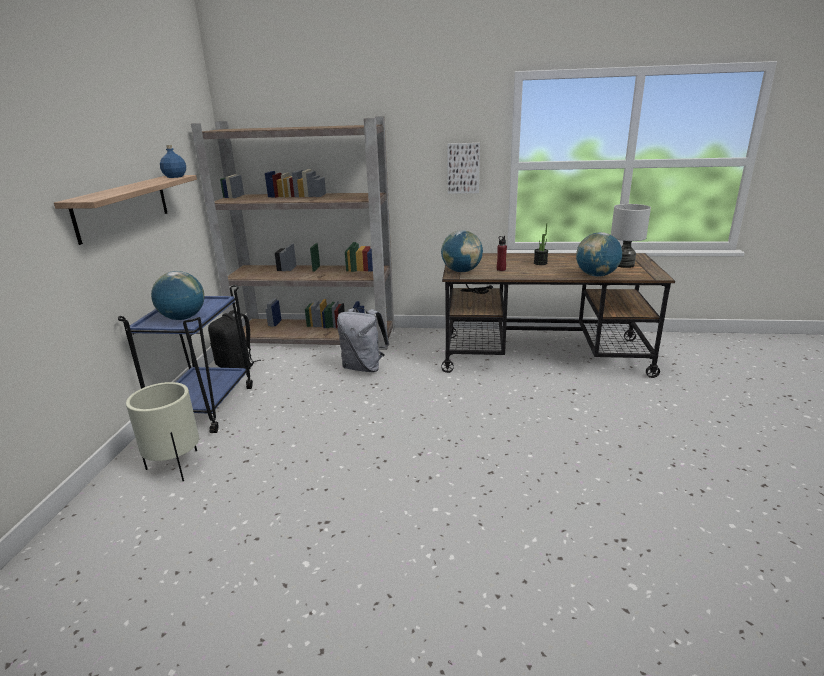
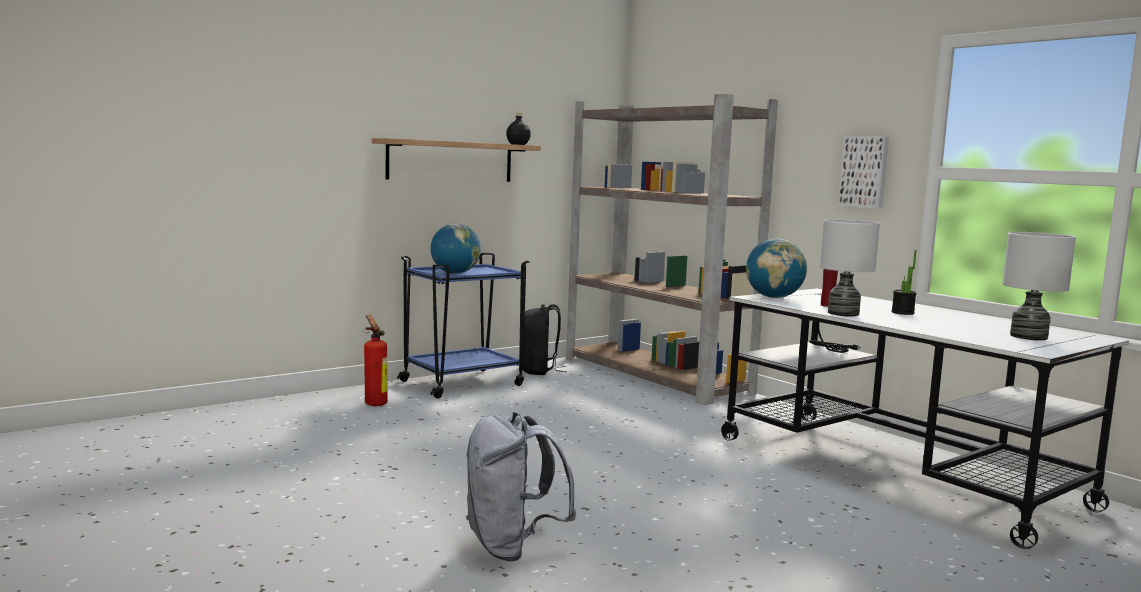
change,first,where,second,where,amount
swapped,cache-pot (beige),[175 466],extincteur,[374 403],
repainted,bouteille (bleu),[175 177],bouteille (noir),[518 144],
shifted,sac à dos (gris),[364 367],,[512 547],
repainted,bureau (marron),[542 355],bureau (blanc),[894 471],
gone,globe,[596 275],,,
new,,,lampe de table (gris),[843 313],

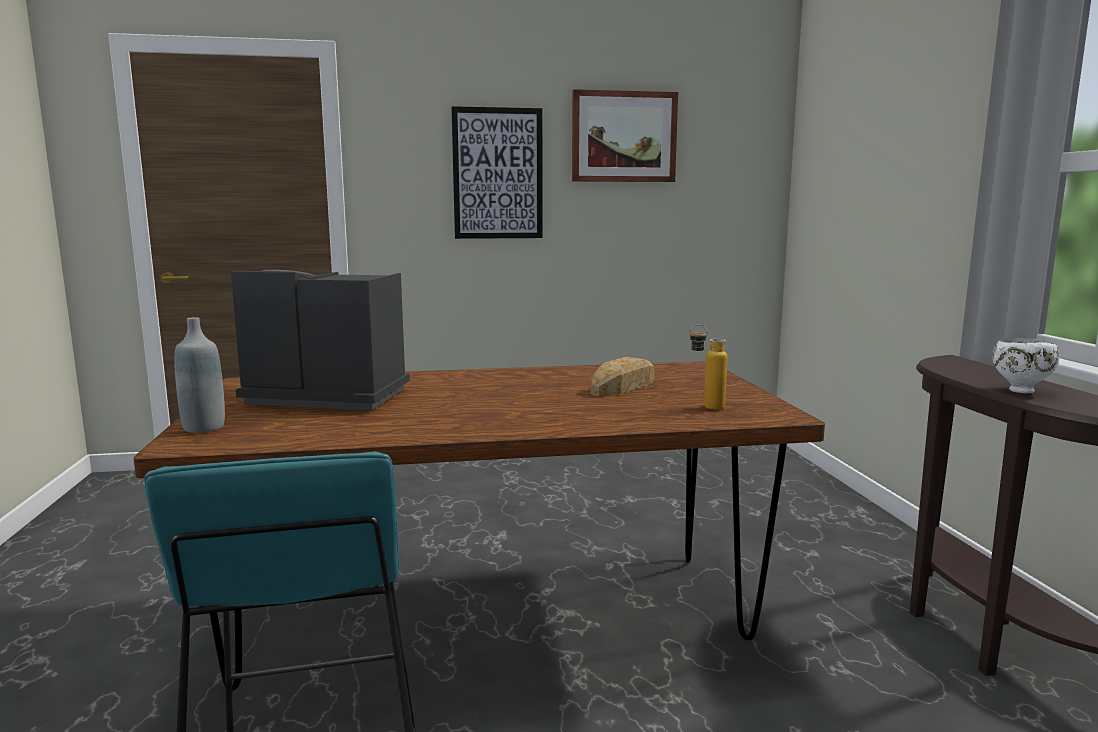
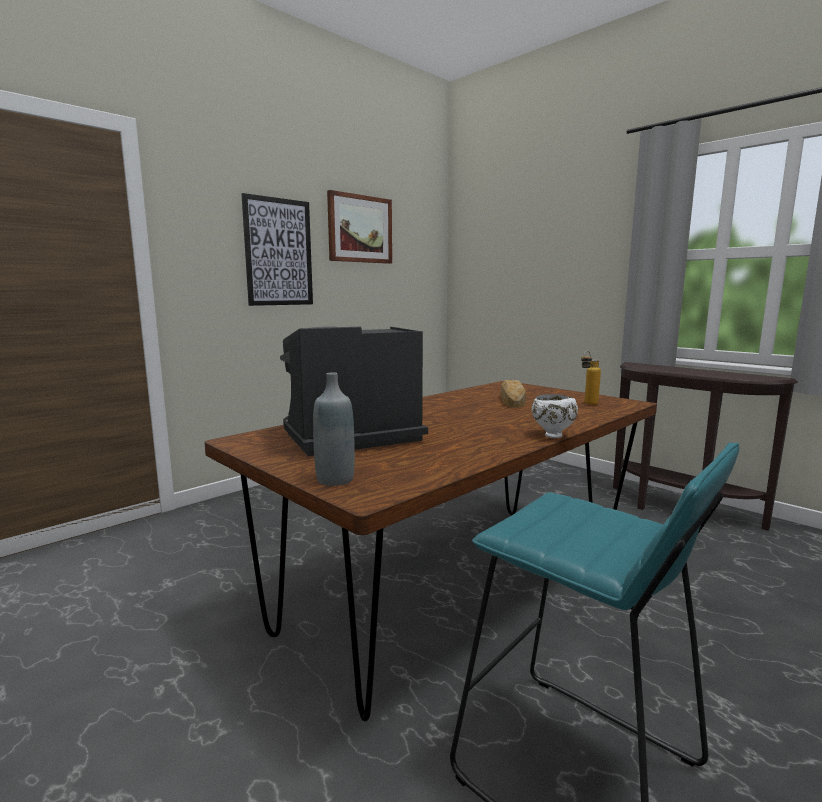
change,first,where,second,where,amount
shifted,bol (blanc),[1019 390],,[552 435],

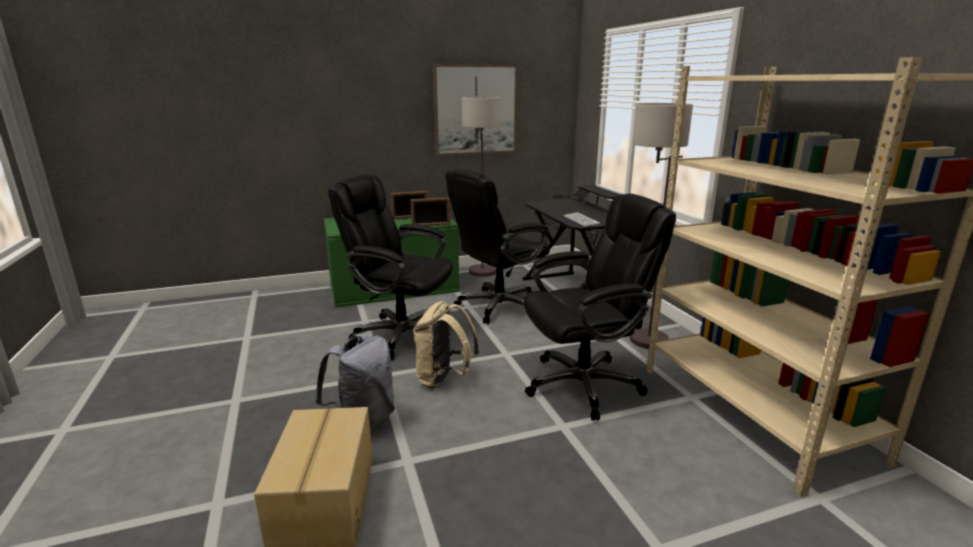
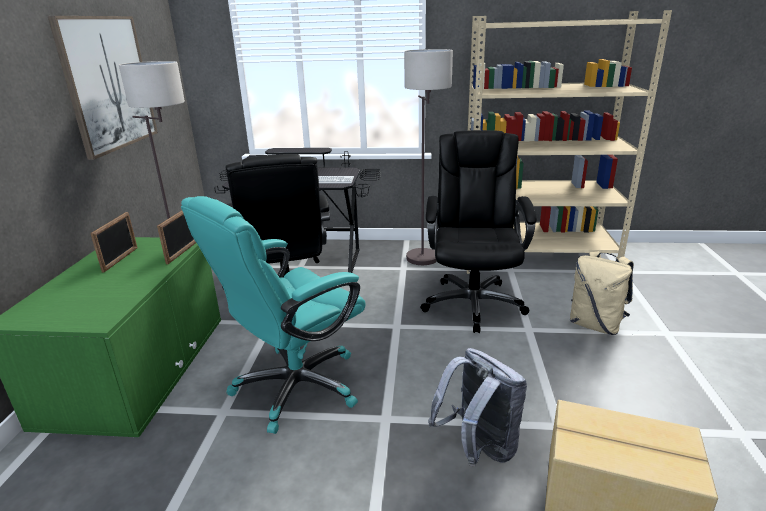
change,first,where,second,where,amount
repainted,chaise de bureau (noir),[401 335],chaise de bureau (turquoise),[297 386],
shifted,sac à dos (beige),[444 379],,[596 325],

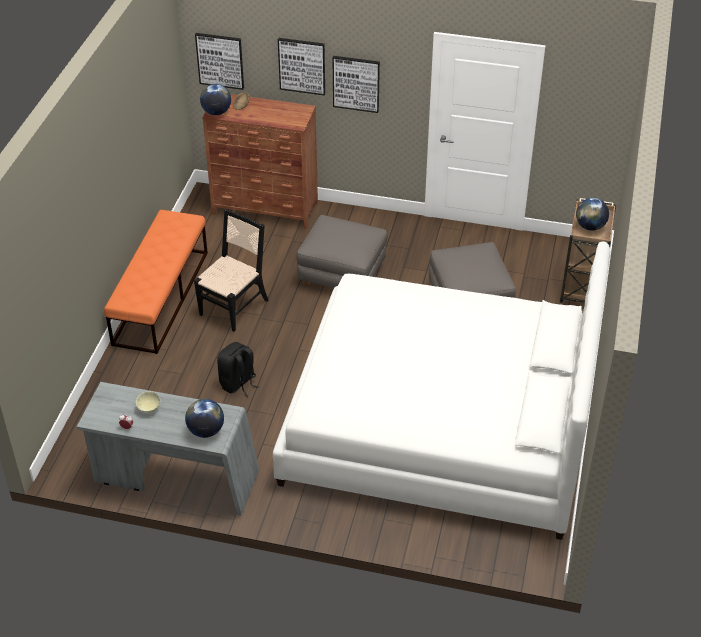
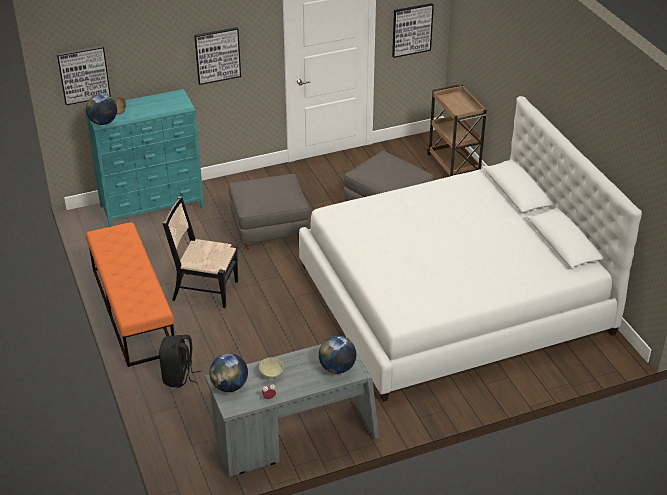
change,first,where,second,where,amount
rotated,chaise,[234 307],,[205 290],75 degrees counterclockwise
repainted,commode (marron),[265 209],commode (turquoise),[152 206],
shifted,sac à dos (noir),[238 383],,[179 377],
shifted,tableau,[302 65],,[412 29],
shifted,globe,[590 227],,[229 386],

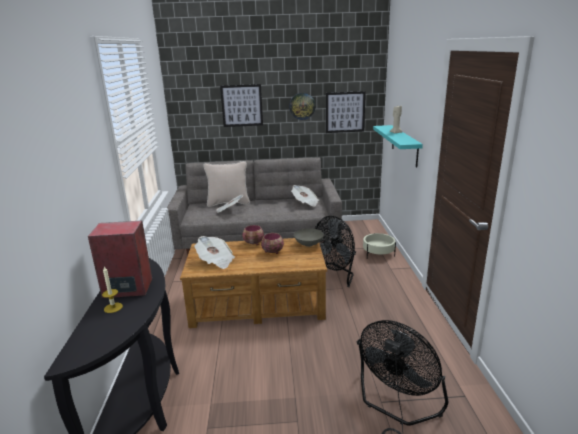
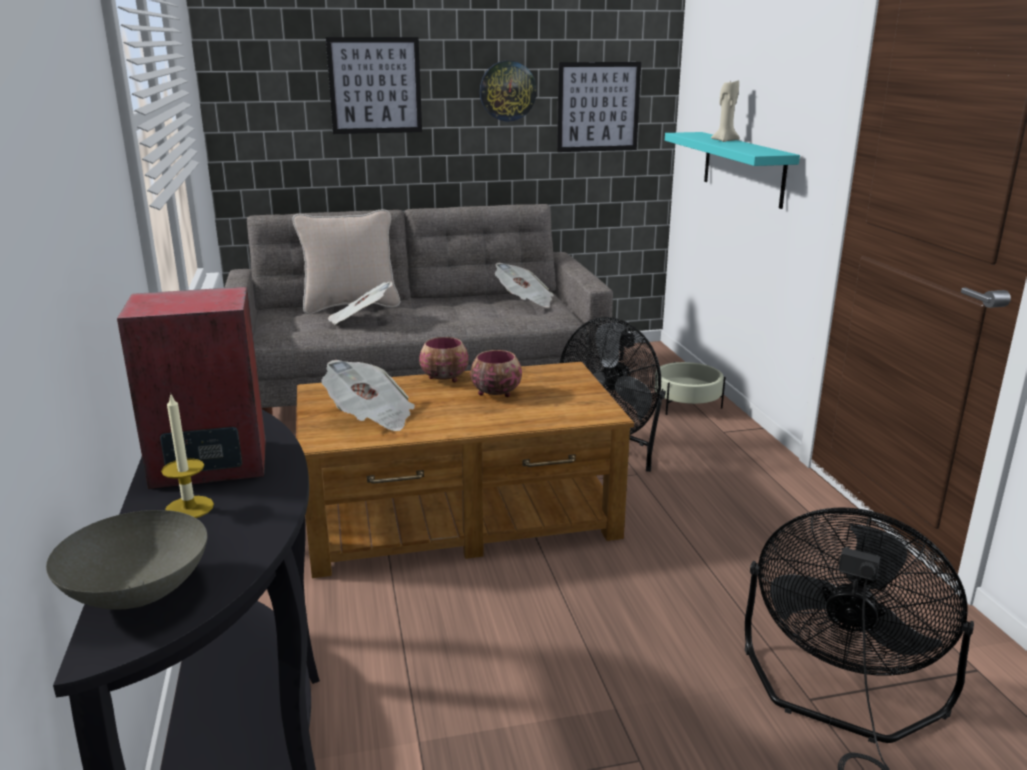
change,first,where,second,where,amount
shifted,bol (gris),[309 244],,[140 595],

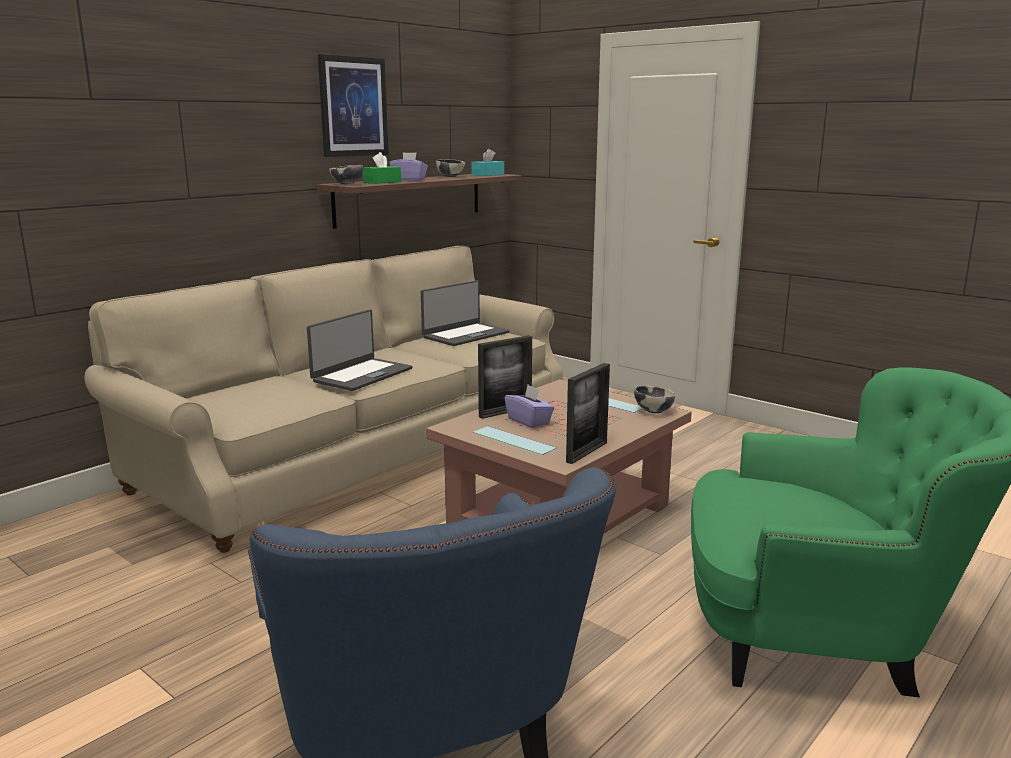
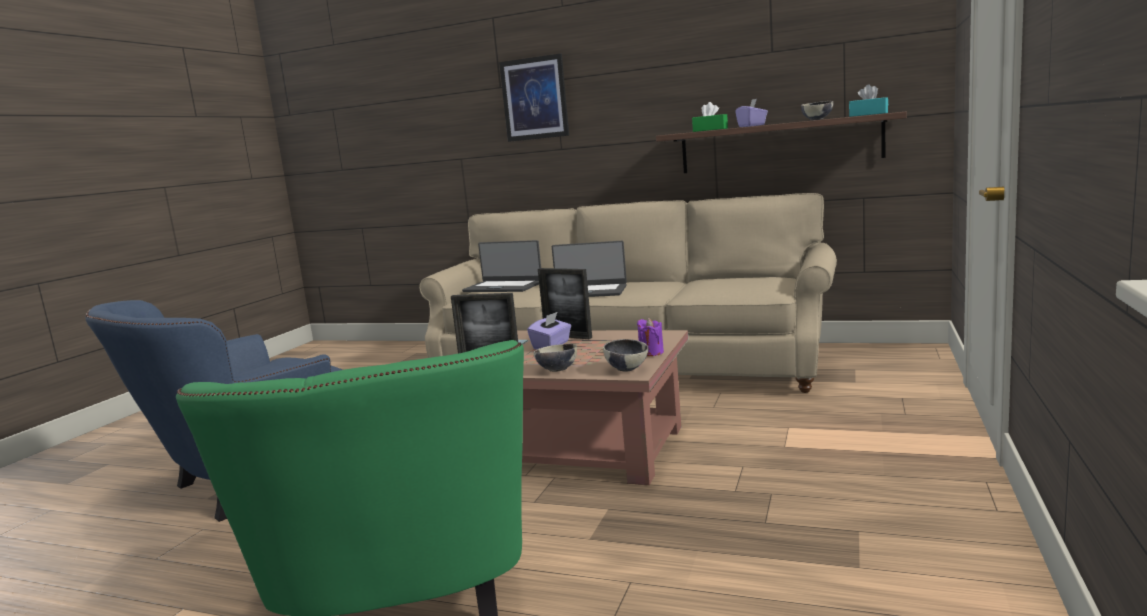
change,first,where,second,where,amount
shifted,tableau,[353 107],,[534 98],
shifted,bol,[347 184],,[557 370],
shifted,ordinateur portable,[465 335],,[503 287],
new,,,bougie (violet),[651 352],

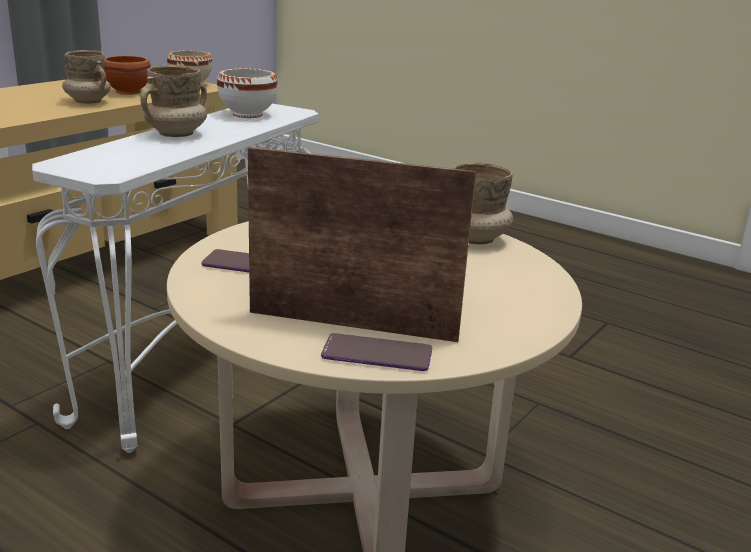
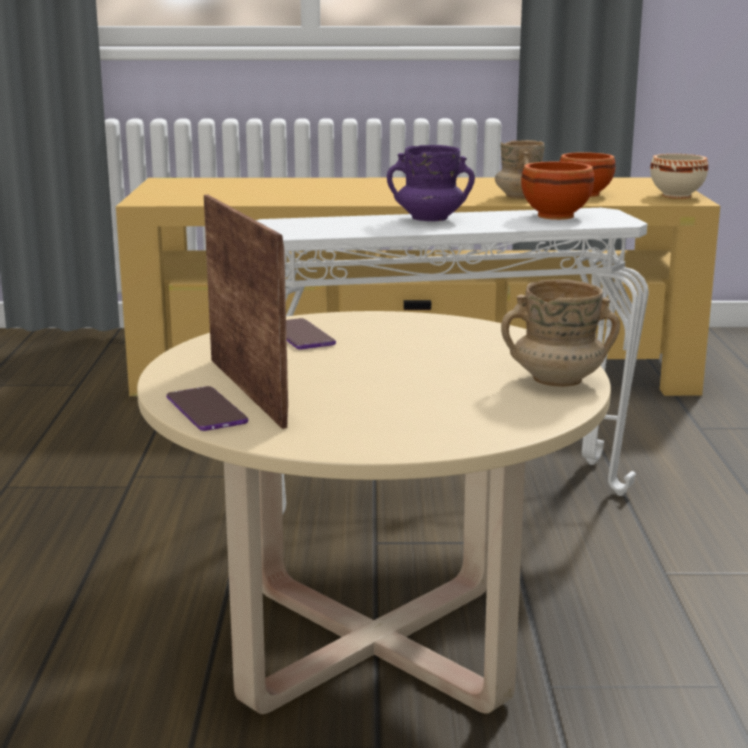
change,first,where,second,where,amount
repainted,mug (beige),[176 134],mug (violet),[429 219],
repainted,bol (blanc),[249 114],bol (marron),[557 216],

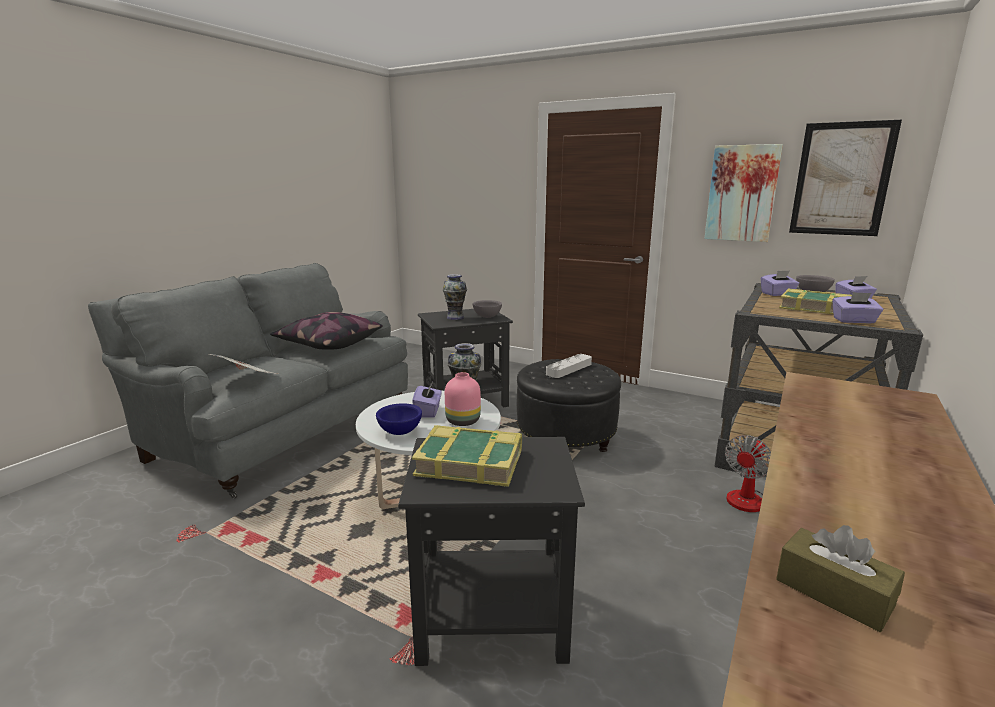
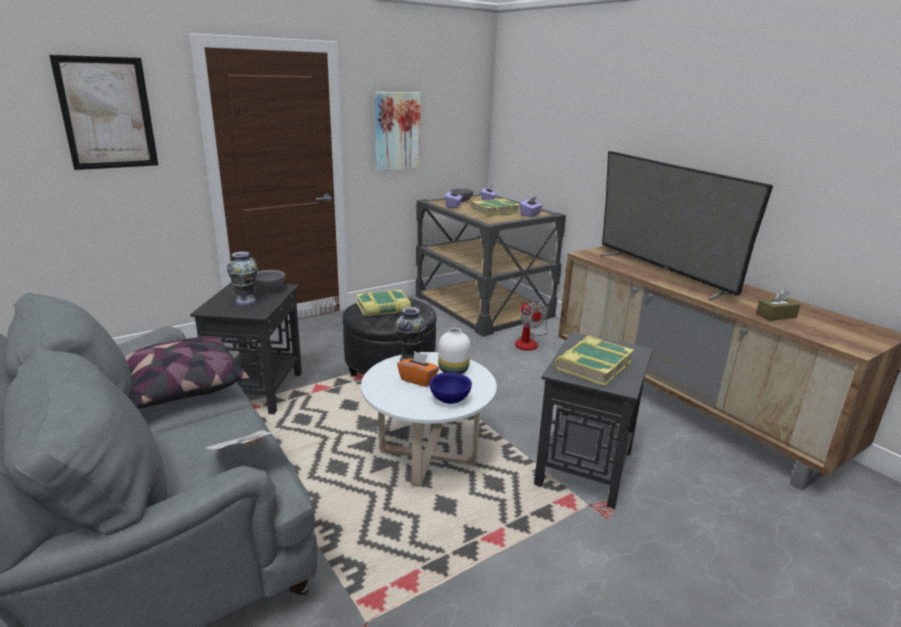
change,first,where,second,where,amount
repainted,boîte à mouchoirs (violet),[428 411],boîte à mouchoirs (orange),[418 380],
repainted,vase (rose),[463 421],vase (blanc),[454 370],
swapped,plateau (gris),[569 369],livre,[383 308],
shifted,tableau,[841 179],,[107 113],
new,,,téléviseur,[662 273],

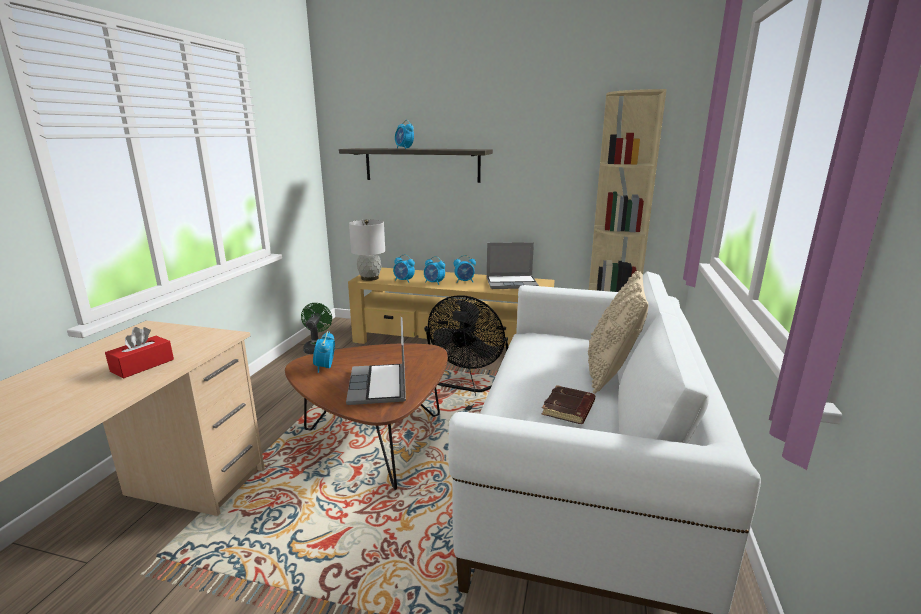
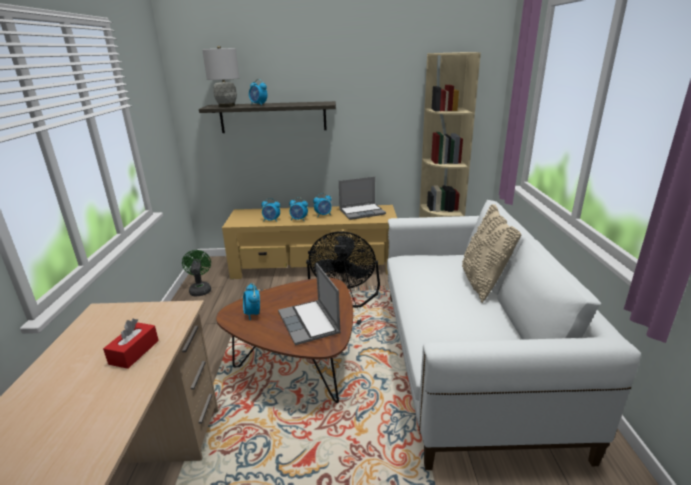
change,first,where,second,where,amount
shifted,lampe de table (blanc),[369 278],,[226 106],
gone,livre (marron),[569 409],,,

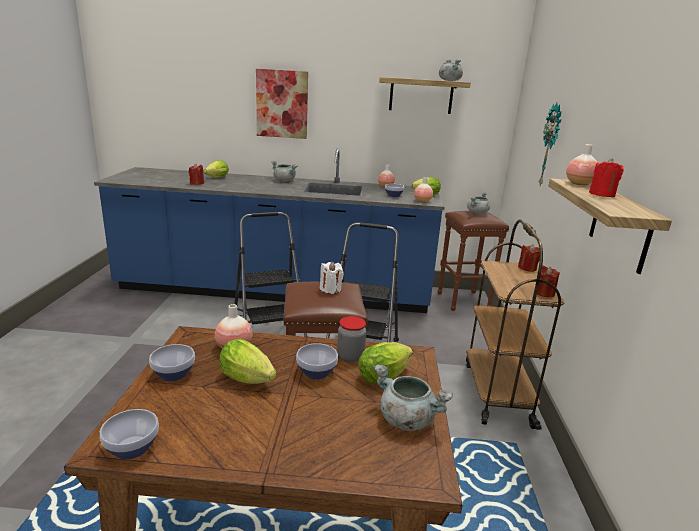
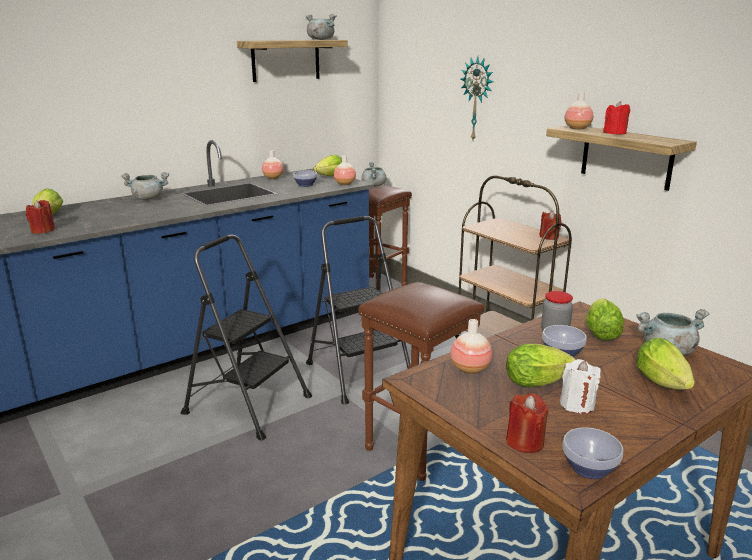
change,first,where,second,where,amount
gone,bol,[174 374],,,
gone,tableau,[282 104],,,
shifted,bougie (blanc),[330 289],,[577 404],
shifted,bougie (rouge),[527 268],,[525 442],
new,,,laitue,[664 385],

